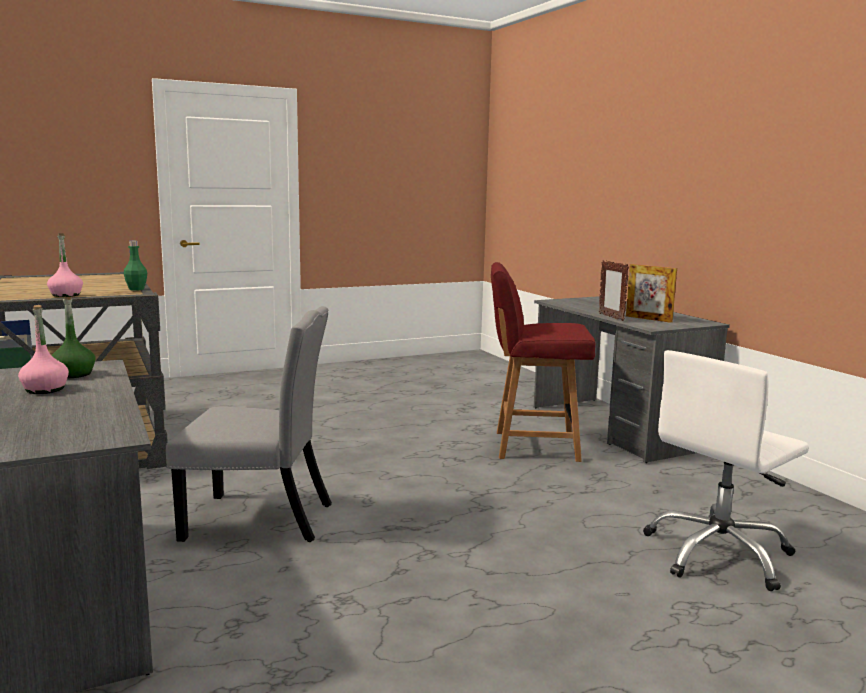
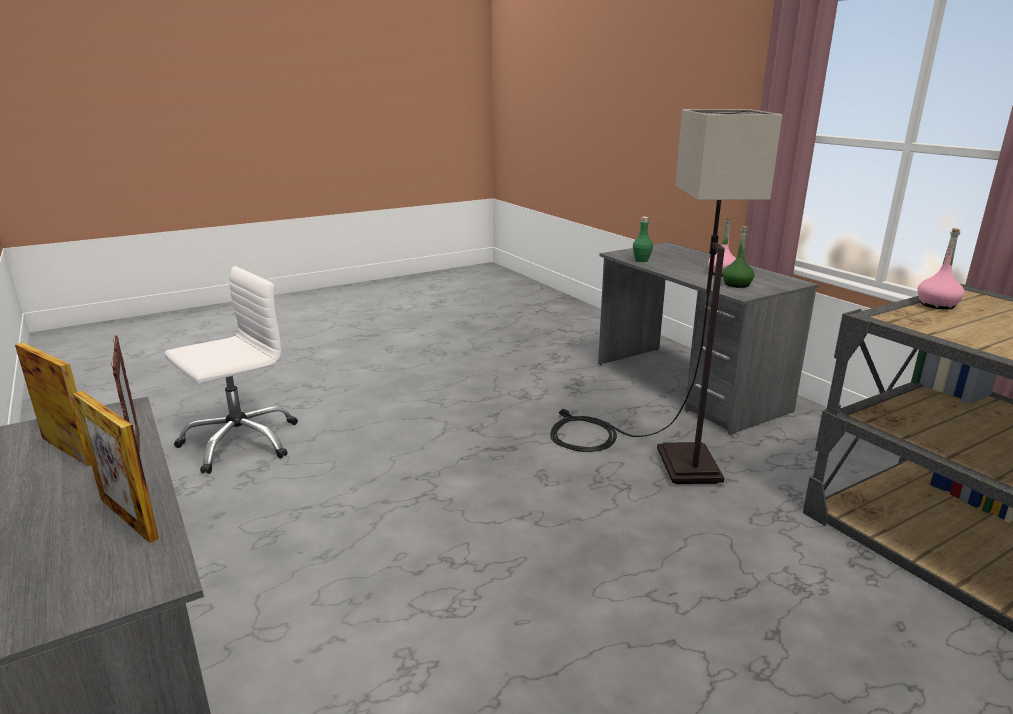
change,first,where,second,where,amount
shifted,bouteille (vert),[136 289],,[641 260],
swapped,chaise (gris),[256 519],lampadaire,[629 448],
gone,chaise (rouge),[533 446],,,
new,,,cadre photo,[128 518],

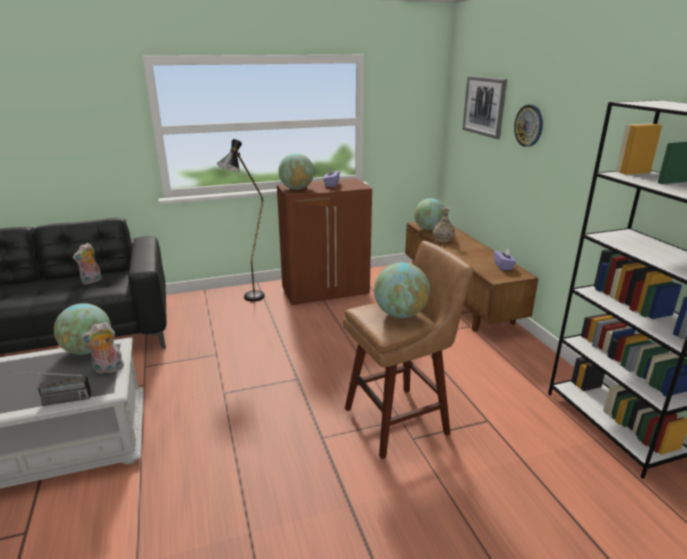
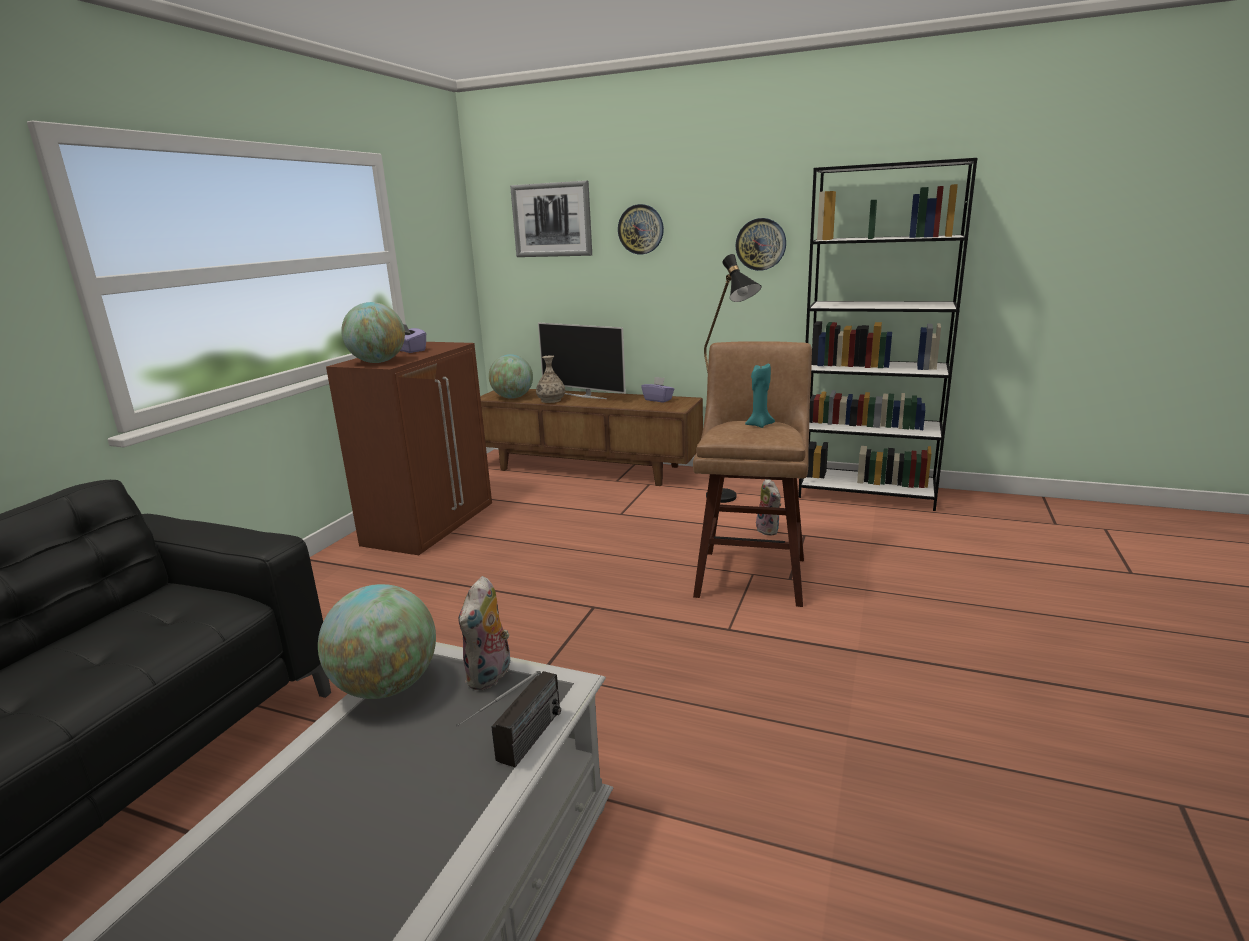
change,first,where,second,where,amount
shifted,peluche,[92 281],,[769 530],
shifted,lampadaire (noir),[250 300],,[728 500],
swapped,globe,[400 314],bougie (turquoise),[759 425],
new,,,téléviseur,[585 396],
new,,,horloge murale,[761 244],

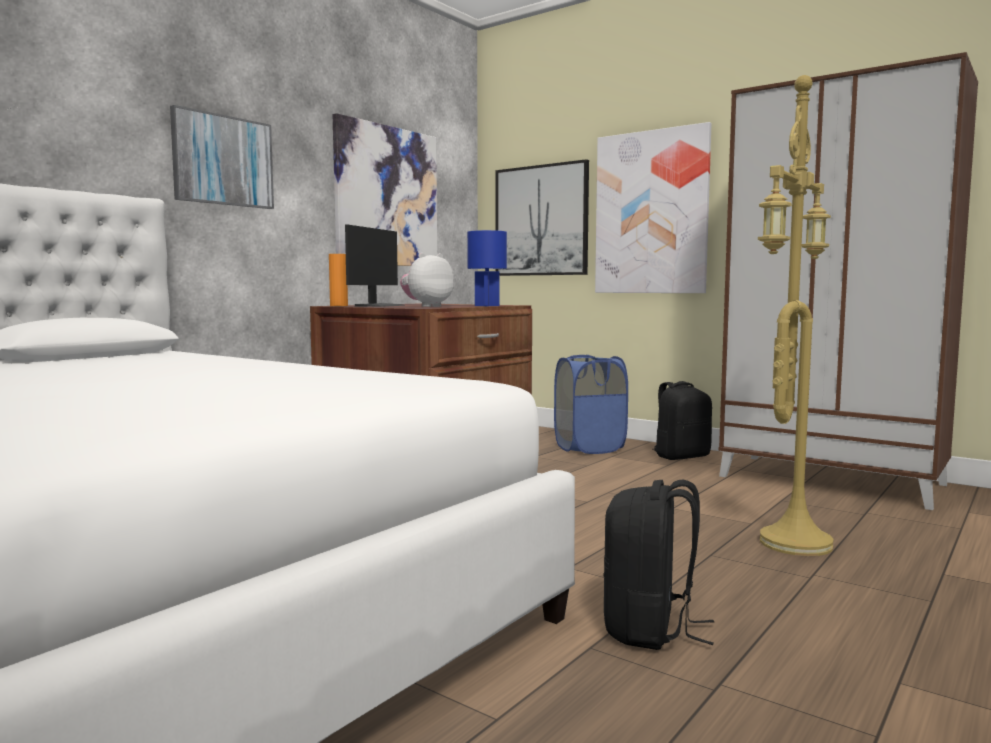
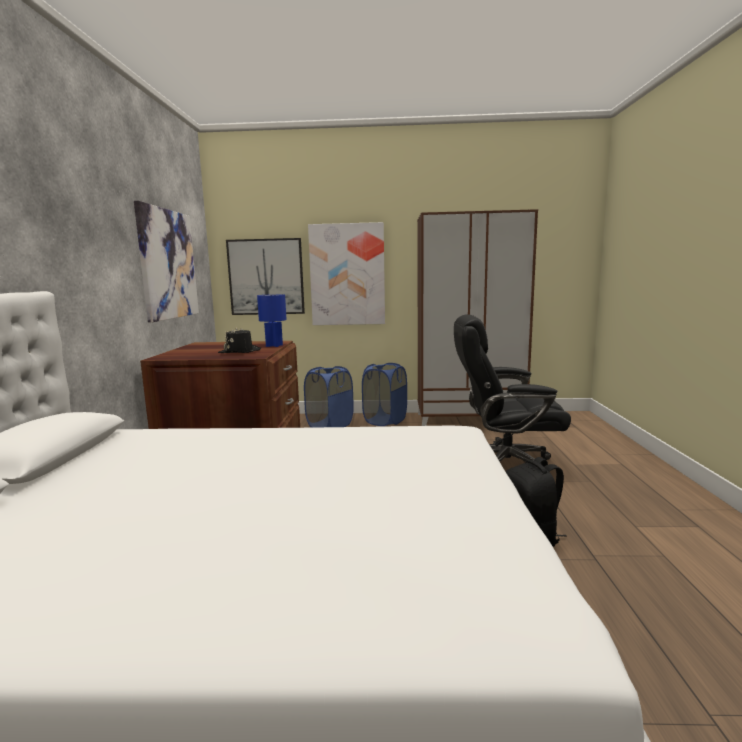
change,first,where,second,where,amount
gone,tableau,[223 160],,,
gone,vase (orange),[339 306],,,
gone,écran d'ordinateur,[379 305],,,
swapped,peluche,[427 306],chapeau (noir),[240 351],
swapped,sac à dos (noir),[681 456],panier à linge (bleu),[385 420],
swapped,lampadaire (jaune),[791 541],chaise de bureau (noir),[506 464],

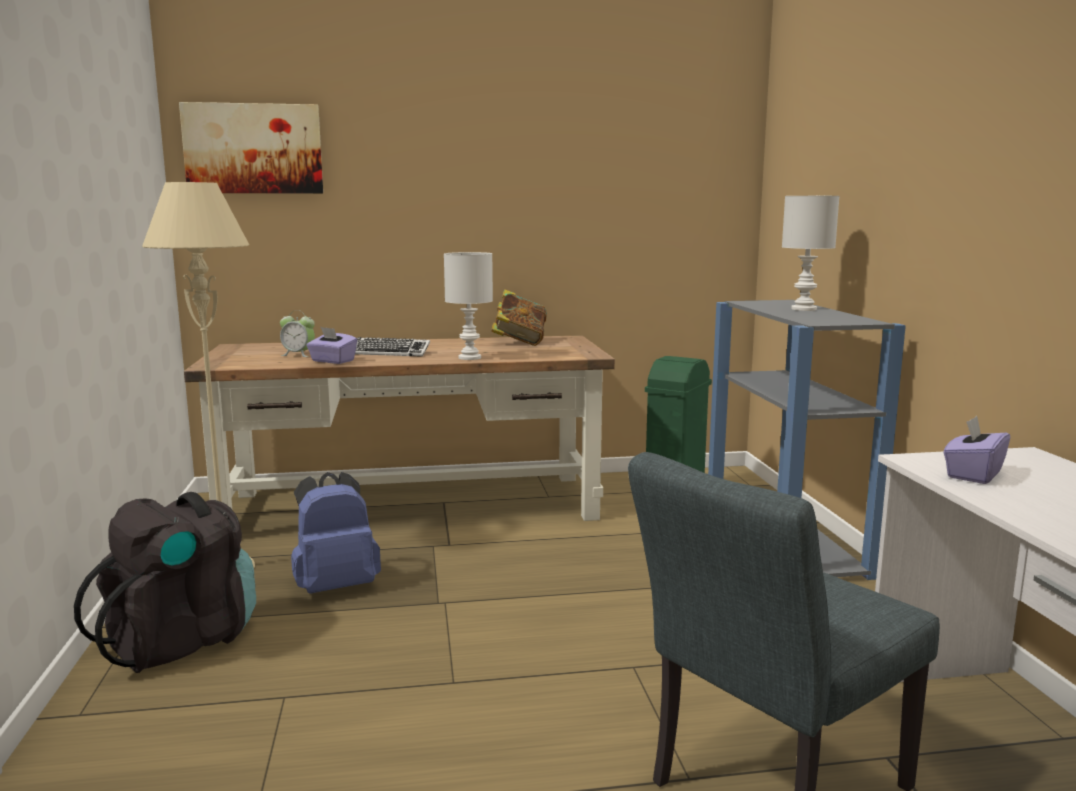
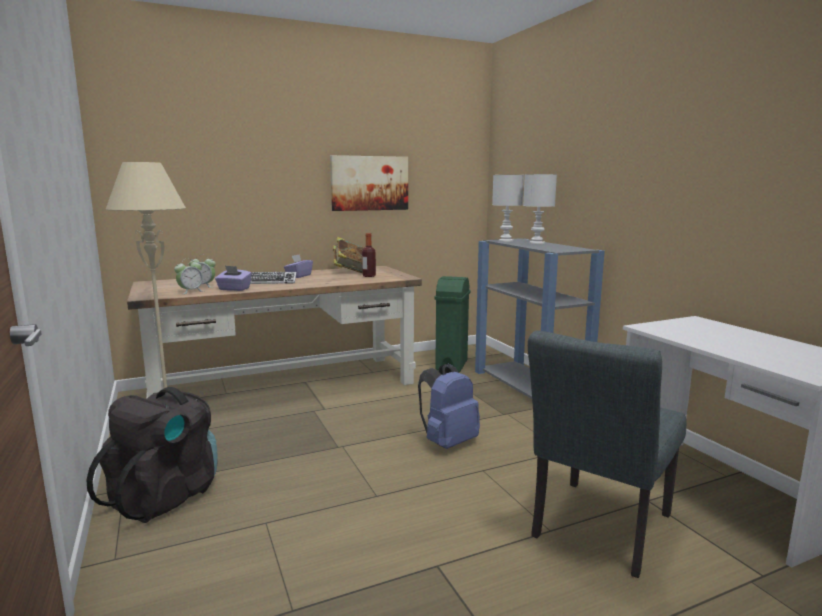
change,first,where,second,where,amount
shifted,tableau,[253 149],,[369 183],
shifted,sac à dos (bleu),[336 586],,[447 442],
shifted,lampe de table (blanc),[471 358],,[506 241],
shifted,boîte à mouchoirs (violet),[973 474],,[298 276],
new,,,réveil,[190 291],
new,,,bouteille,[369 276],

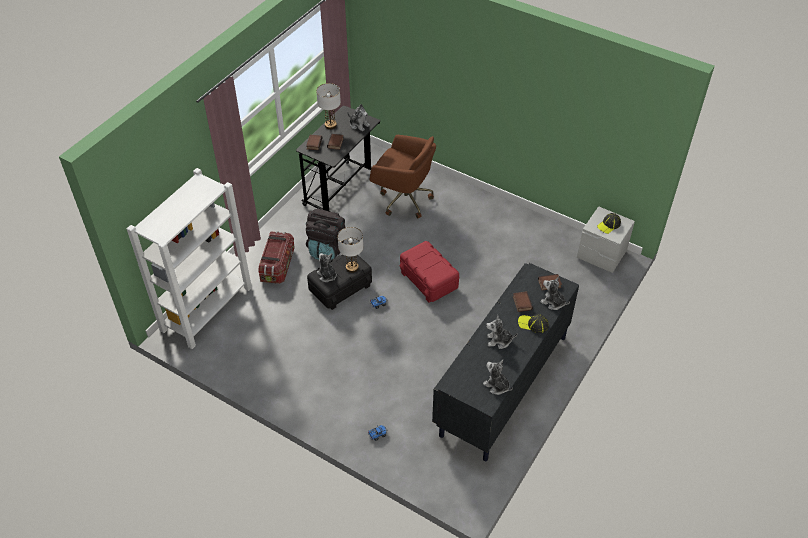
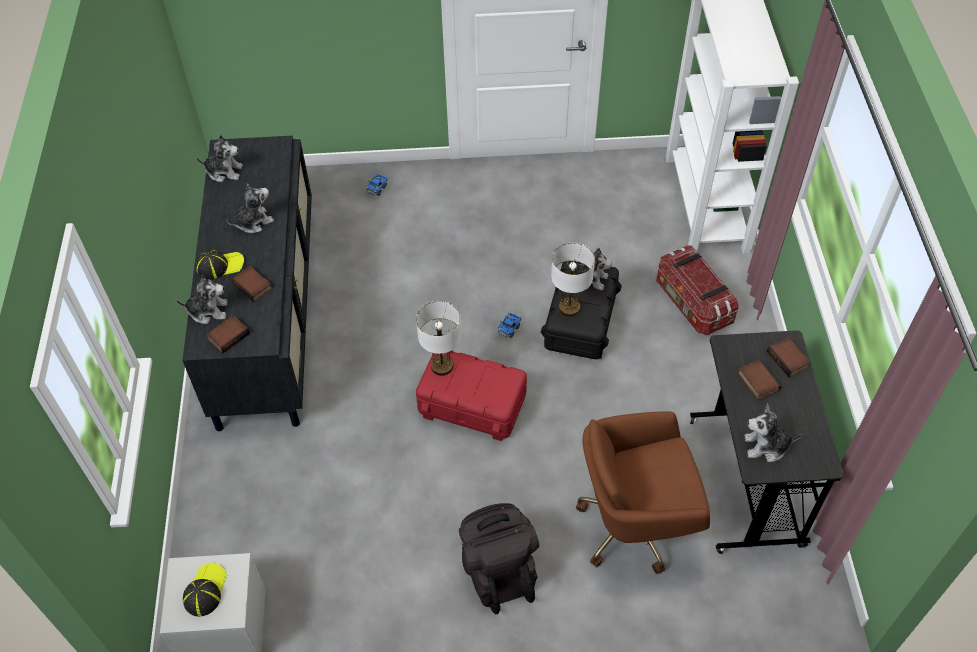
change,first,where,second,where,amount
shifted,sac à dos (noir),[327 248],,[498 570],
shifted,lampe de table,[330 125],,[442 366],

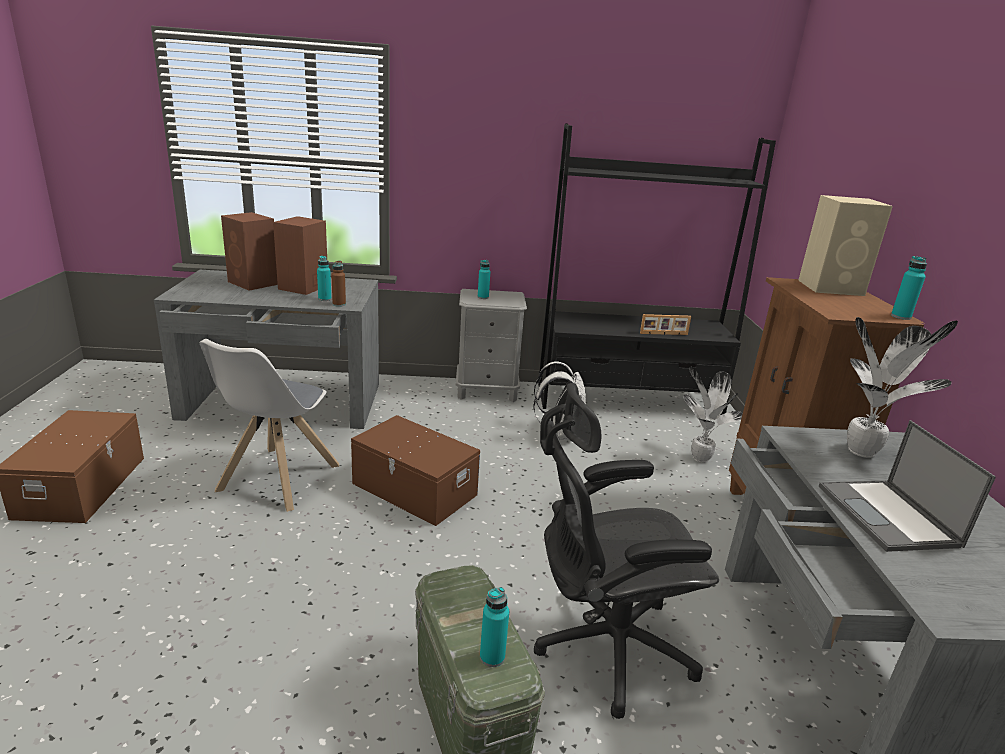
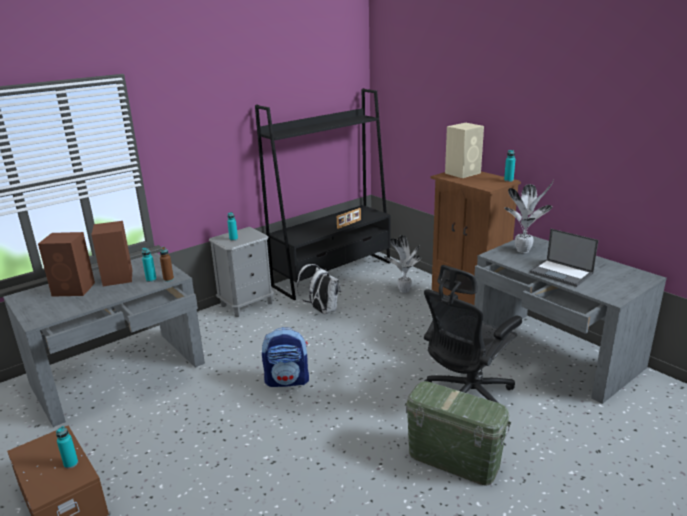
change,first,where,second,where,amount
gone,chaise,[276 479],,,
swapped,boîte de rangement (marron),[414 490],sac à dos,[287 380],
shifted,bouteille (turquoise),[492 657],,[71 463],

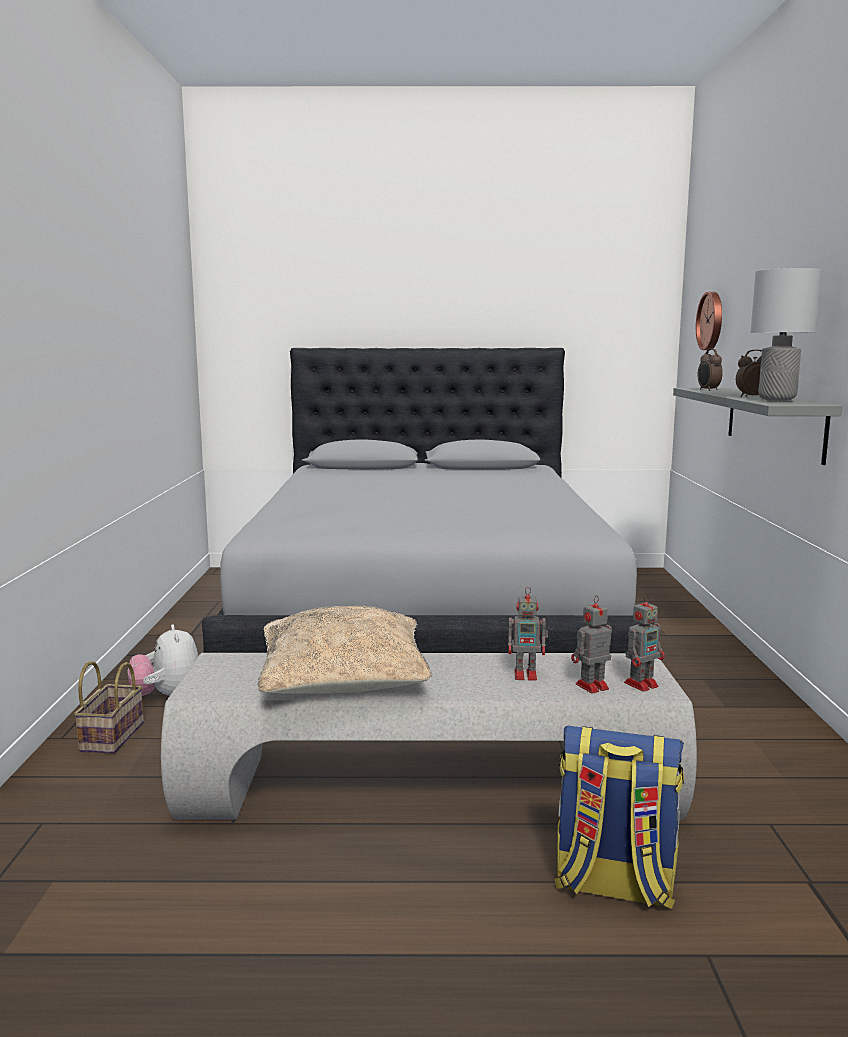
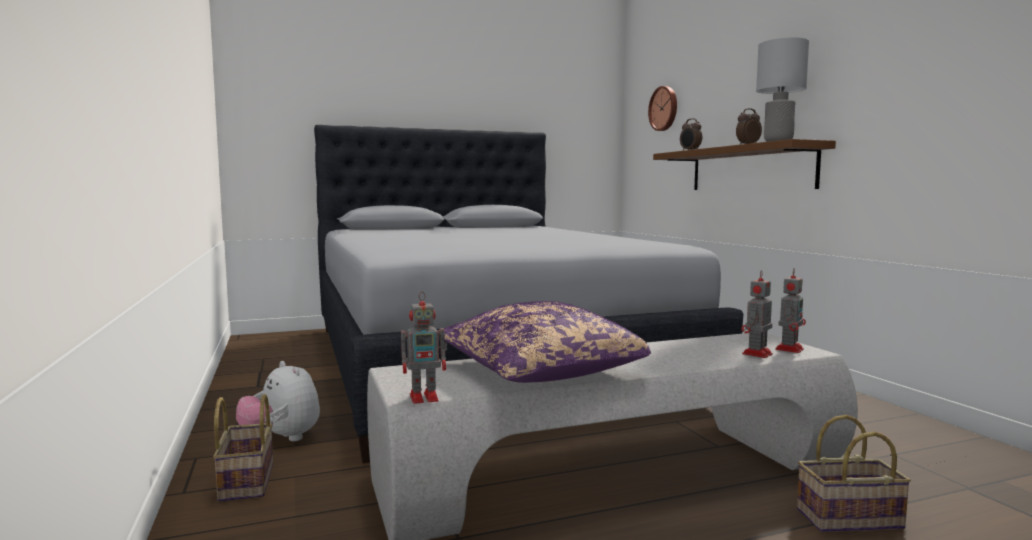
change,first,where,second,where,amount
repainted,coussin (beige),[344 675],coussin (violet),[542 369],
shifted,robot jouet,[527 675],,[425 397],
swapped,sac à dos,[613 885],panier,[848 520],
repainted,étagère (gris),[773 421],étagère (marron),[750 169],

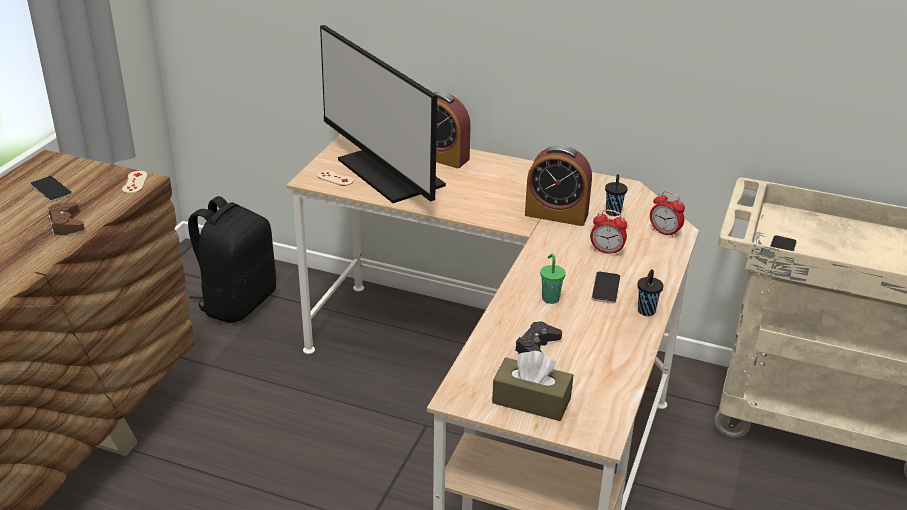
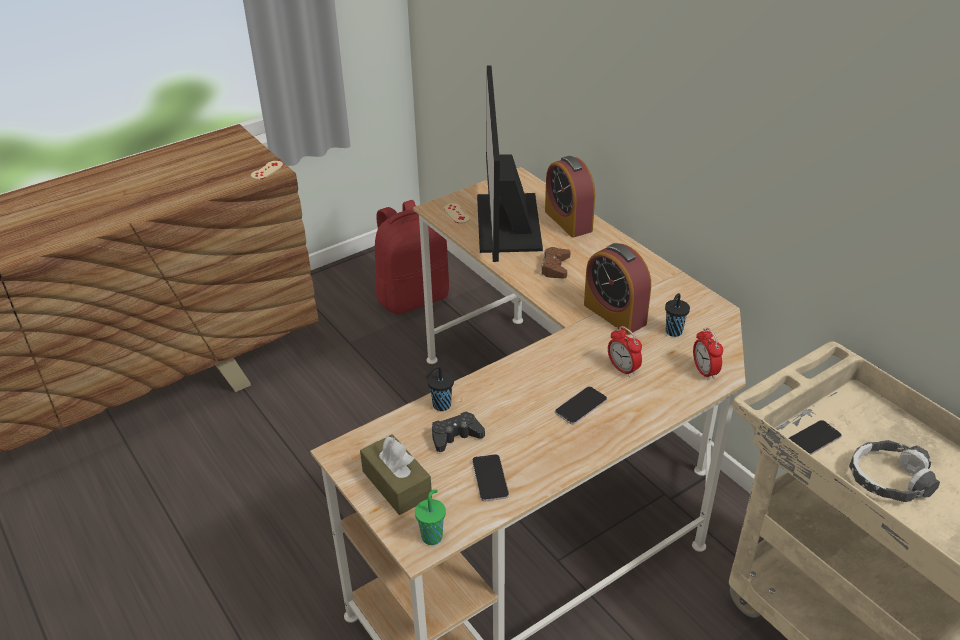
change,first,where,second,where,amount
shifted,téléphone,[51 189],,[490 478],
shifted,manette (marron),[66 224],,[555 267],
repainted,sac à dos (noir),[237 302],sac à dos (rouge),[413 297],
shifted,tasse (vert),[550 298],,[432 536],
shifted,tasse (noir),[645 312],,[440 405],
new,,,casque audio,[889 479],

